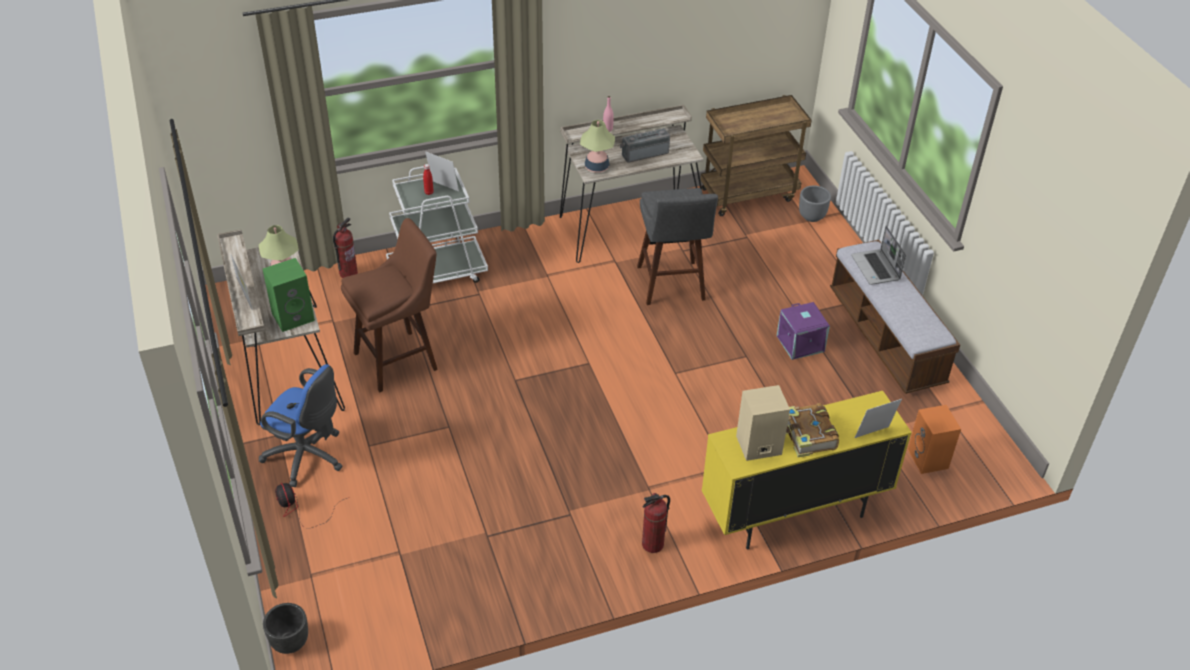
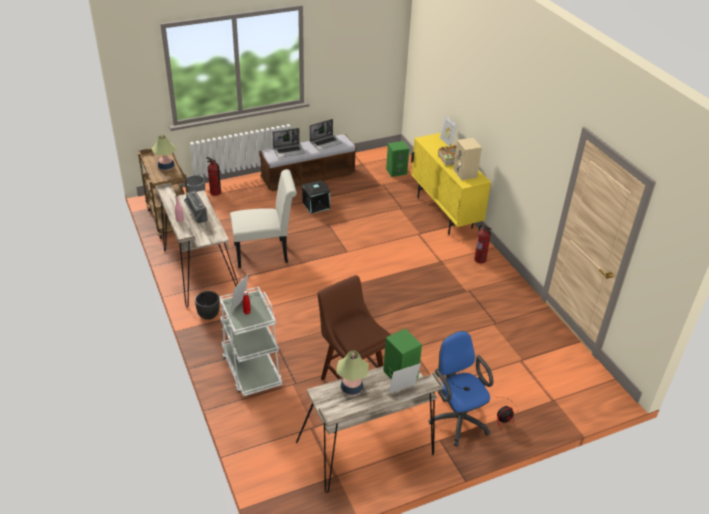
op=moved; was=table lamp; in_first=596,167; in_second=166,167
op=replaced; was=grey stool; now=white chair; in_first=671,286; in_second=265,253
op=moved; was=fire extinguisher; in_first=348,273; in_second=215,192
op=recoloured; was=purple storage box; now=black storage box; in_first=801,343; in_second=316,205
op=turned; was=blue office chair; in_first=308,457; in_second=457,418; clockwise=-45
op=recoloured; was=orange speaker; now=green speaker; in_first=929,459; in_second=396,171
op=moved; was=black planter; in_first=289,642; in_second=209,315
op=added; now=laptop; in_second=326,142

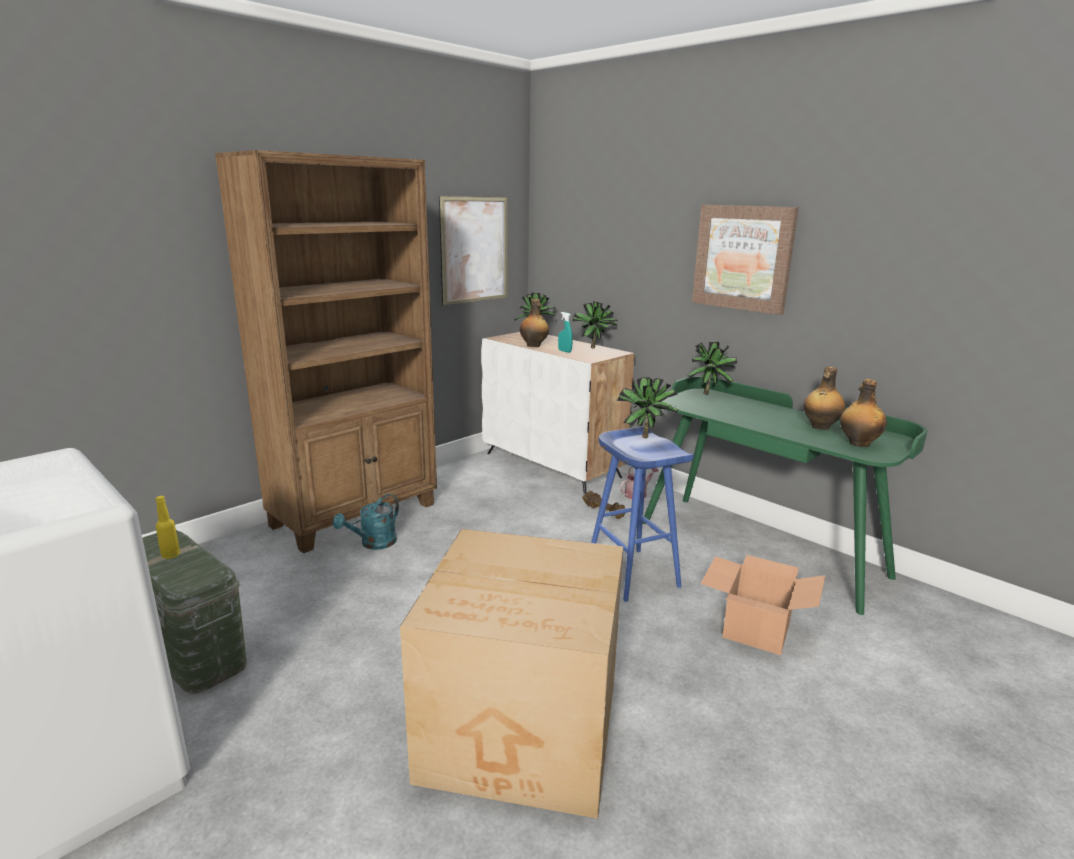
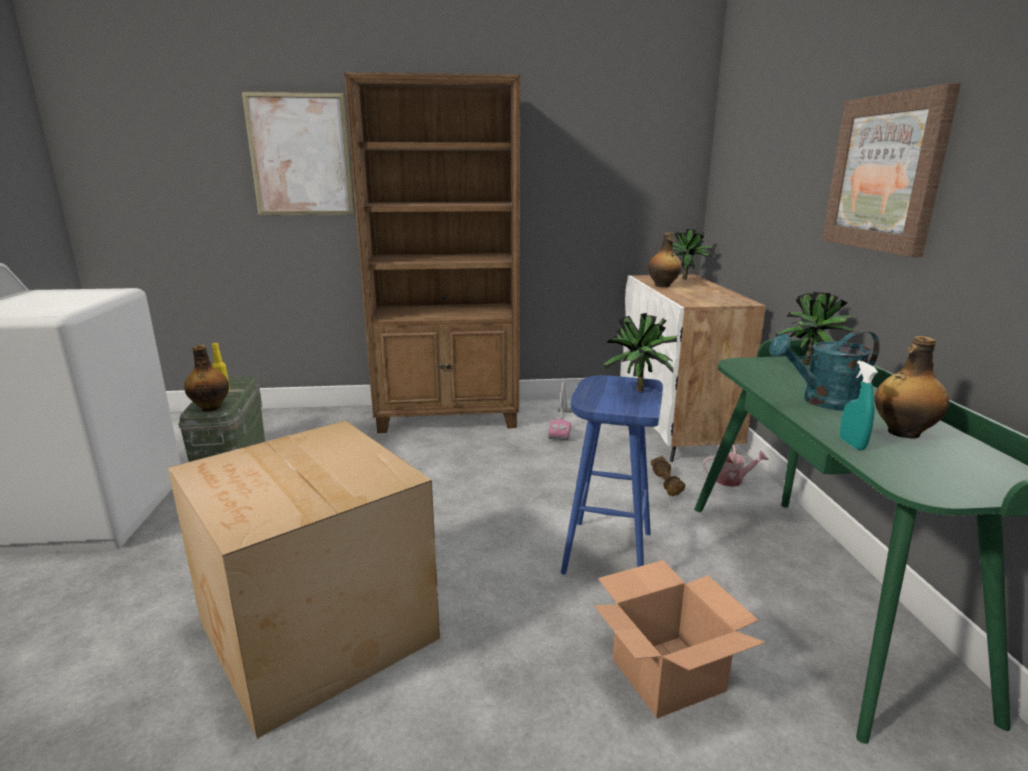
op=moved; was=picture; in_first=474,250; in_second=300,155
op=removed; was=potted plant; in_first=595,348
op=moved; was=turquoise spray bottle; in_first=564,351; in_second=852,444
op=moved; was=bottle; in_first=858,443; in_second=211,407
op=moved; was=turquoise watering can; in_first=373,544; in_second=822,402
op=added; now=vacuum cleaner; in_second=563,424

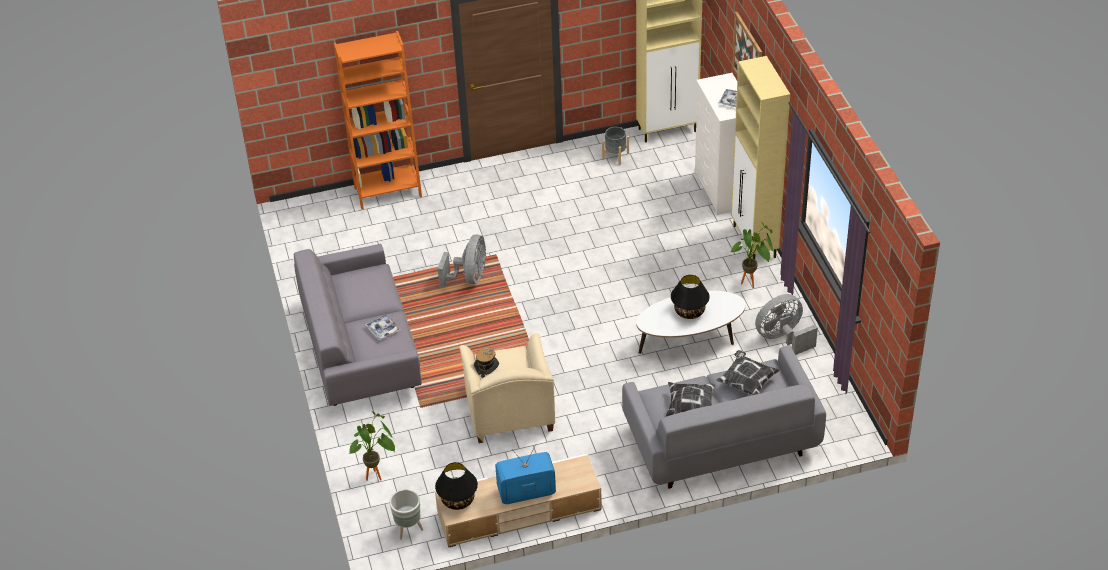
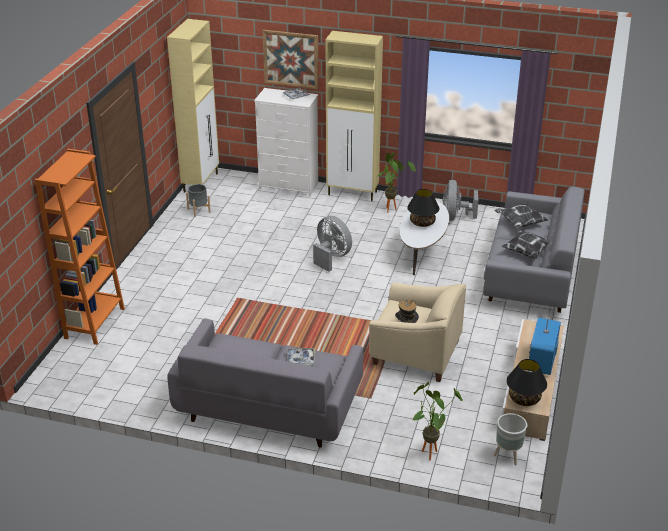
op=moved; was=grey fan; in_first=469,277; in_second=331,257

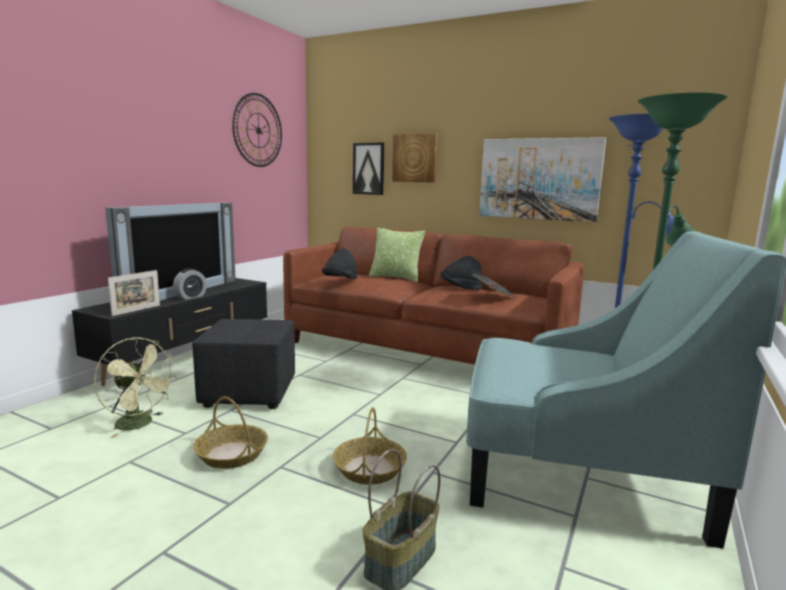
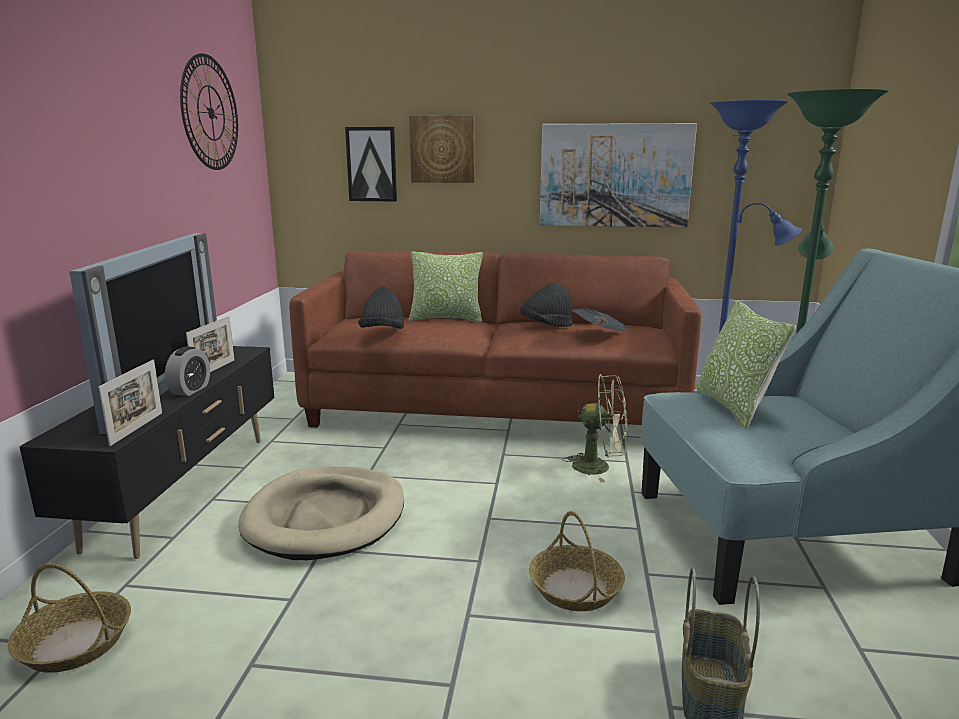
op=replaced; was=black ottoman; now=beige dog bed; in_first=250,393; in_second=326,517
op=moved; was=green fan; in_first=140,424; in_second=599,467
op=moved; was=basket; in_first=232,454; in_second=76,643
op=added; now=pillow; in_second=733,407
op=added; now=picture frame; in_second=214,370

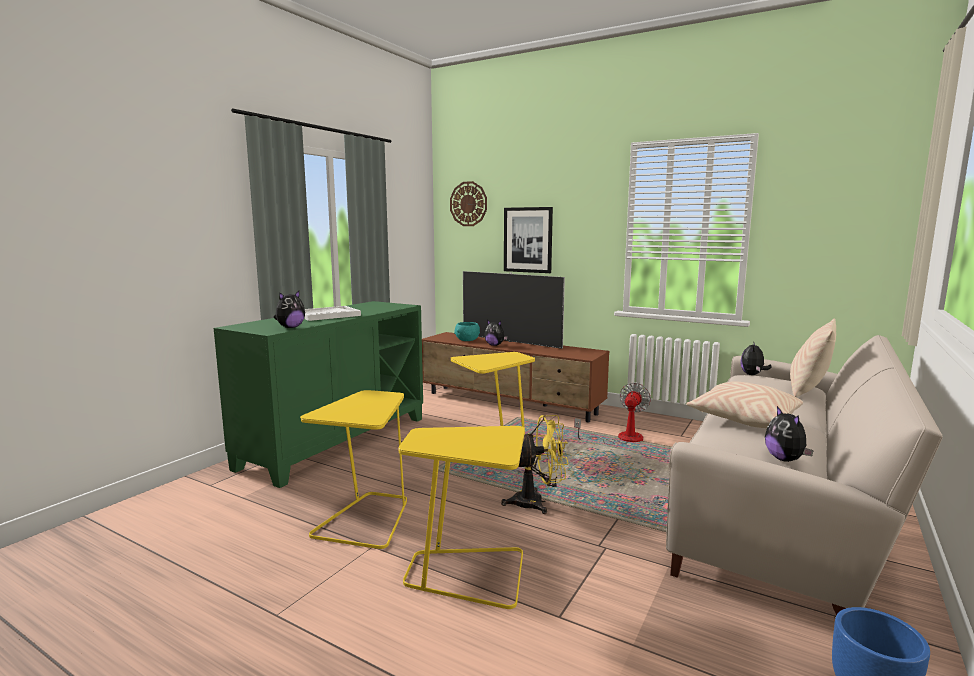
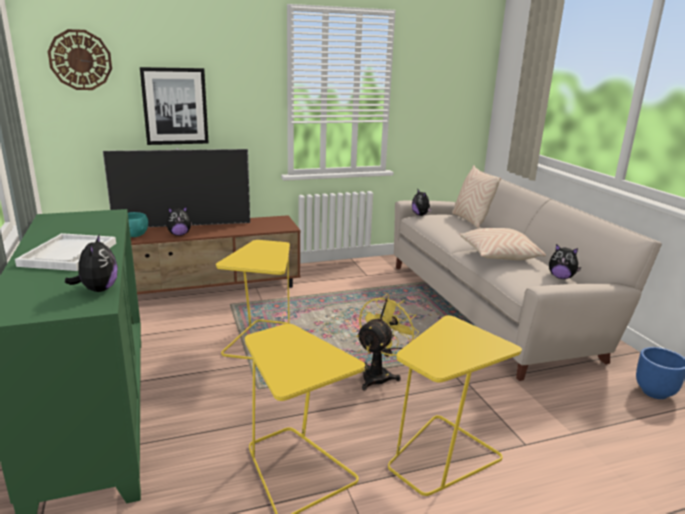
op=removed; was=fan; in_first=621,438

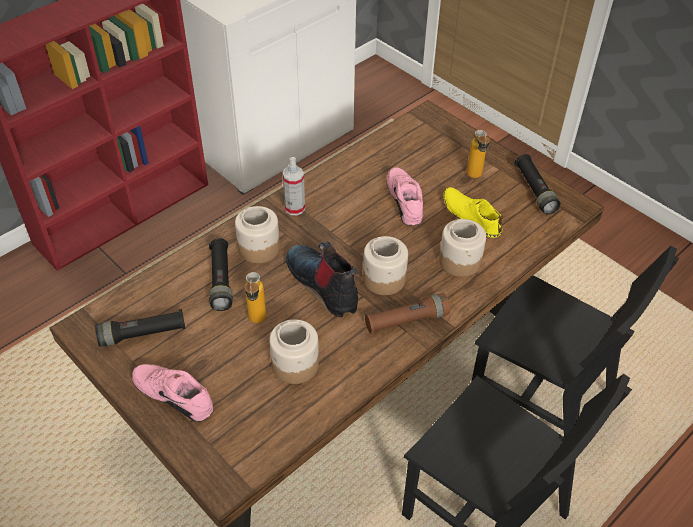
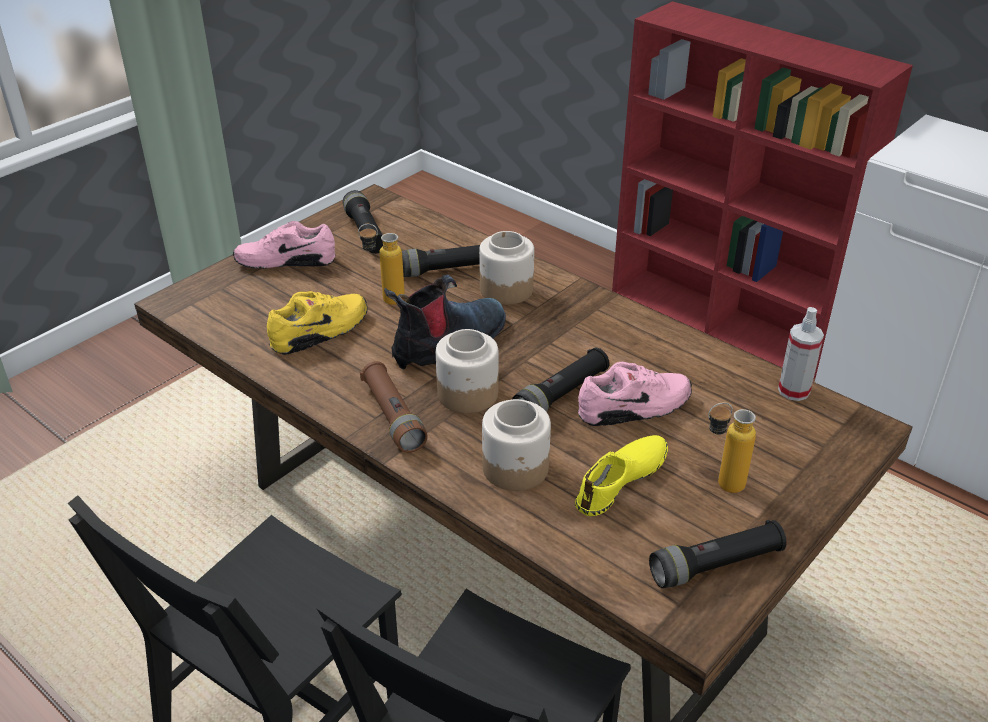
op=moved; was=spray bottle; in_first=295,208; in_second=793,391
op=replaced; was=jar; now=yellow shoe; in_first=295,365; in_second=321,332
op=turned; was=pink shoe; in_first=174,394; in_second=286,260; clockwise=-120
op=added; now=black flashlight; in_second=561,395

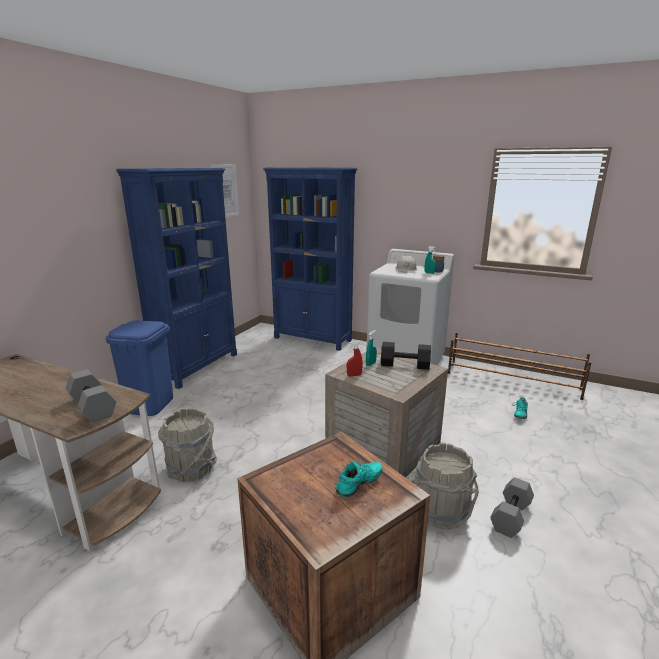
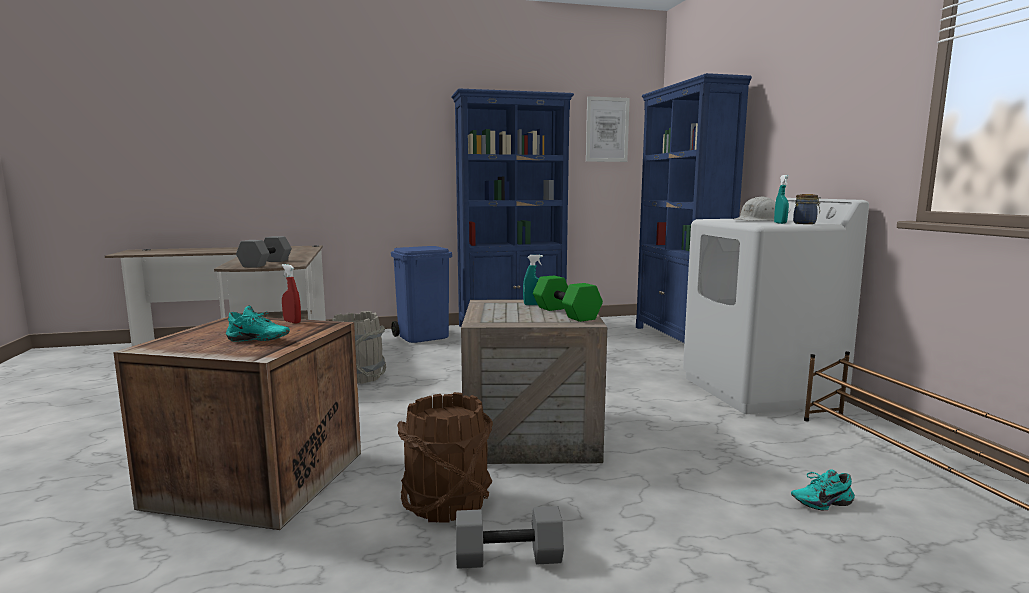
op=moved; was=red spray bottle; in_first=354,375; in_second=292,322
op=recoloured; was=black dumbbell; now=green dumbbell; in_first=404,365; in_second=564,313
op=recoloured; was=grey bucket; now=brown bucket; in_first=441,512; in_second=447,503

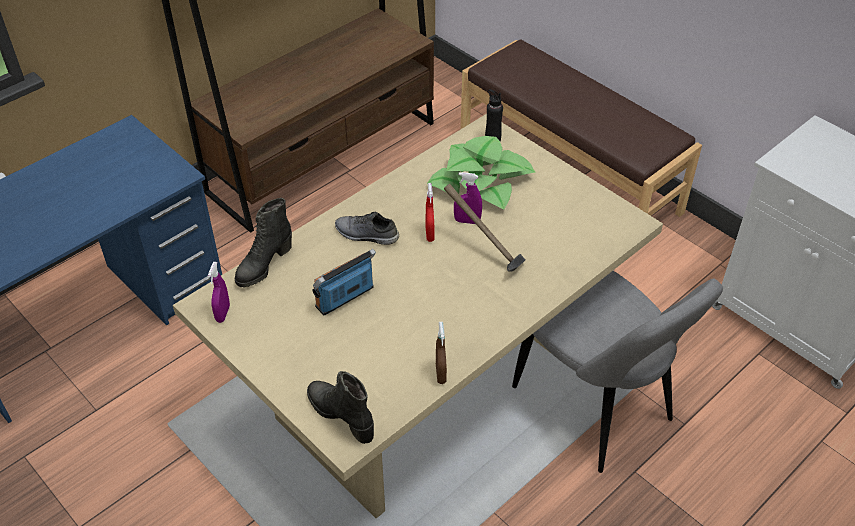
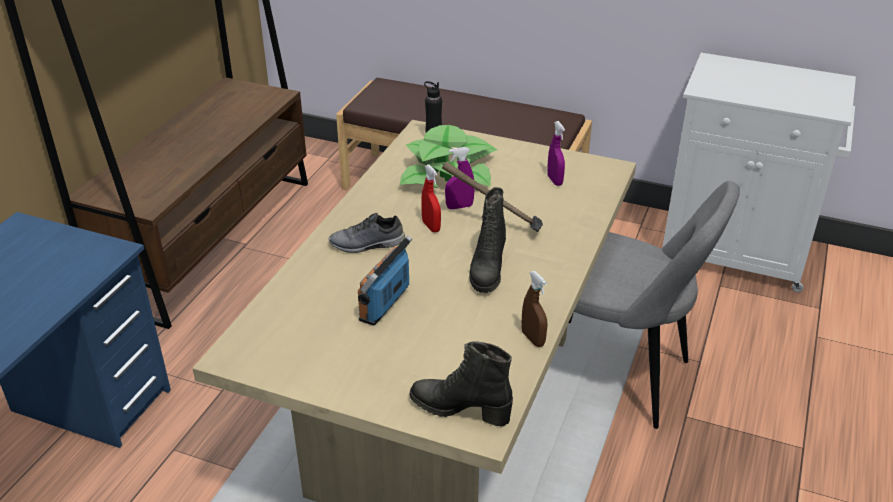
op=moved; was=black boot; in_first=264,265; in_second=487,270
op=moved; was=purple spray bottle; in_first=223,314; in_second=554,180

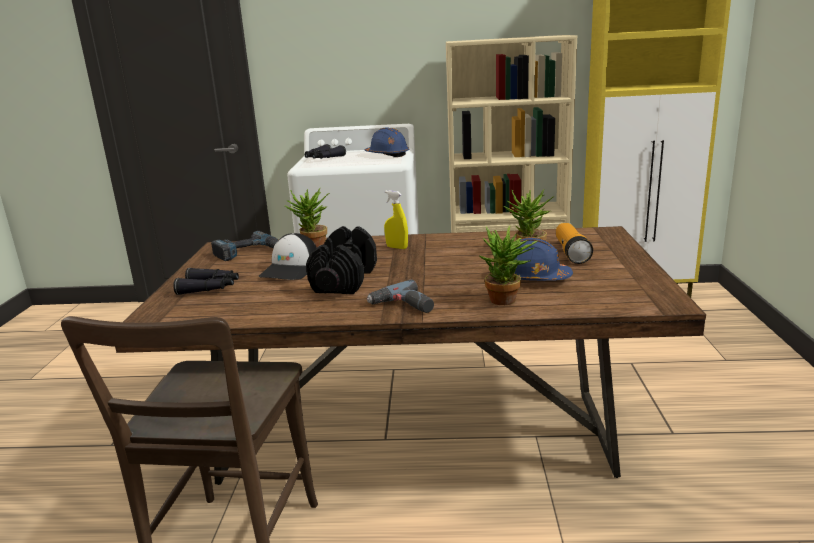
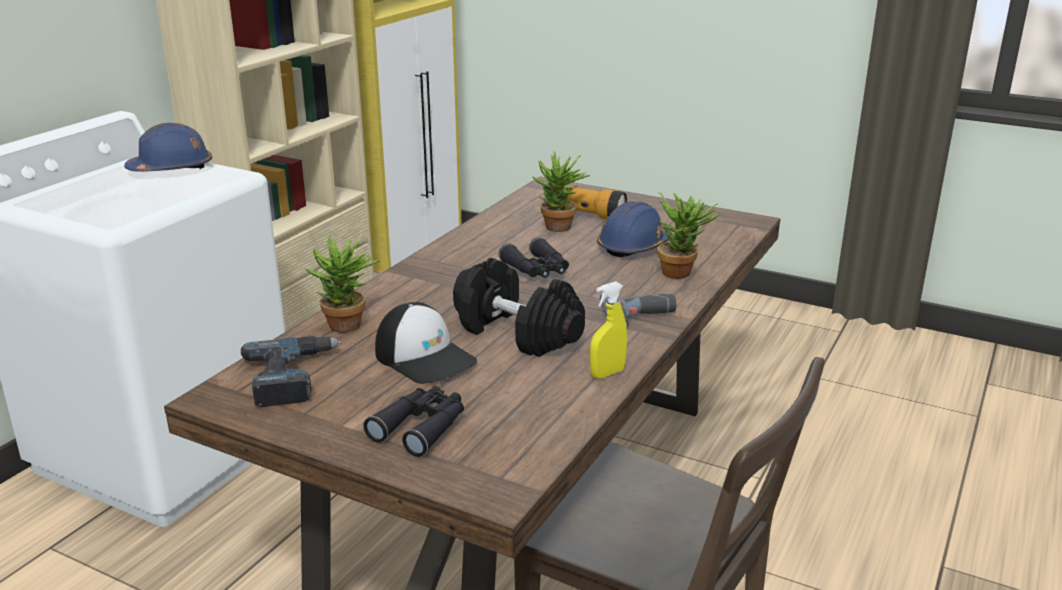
op=moved; was=black binoculars; in_first=323,158; in_second=537,270
op=moved; was=yellow spray bottle; in_first=397,247; in_second=607,373

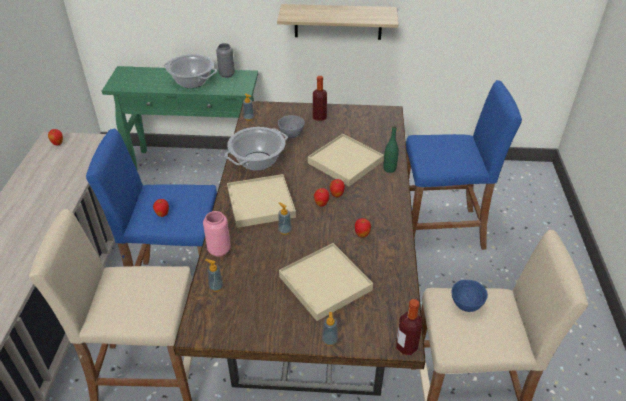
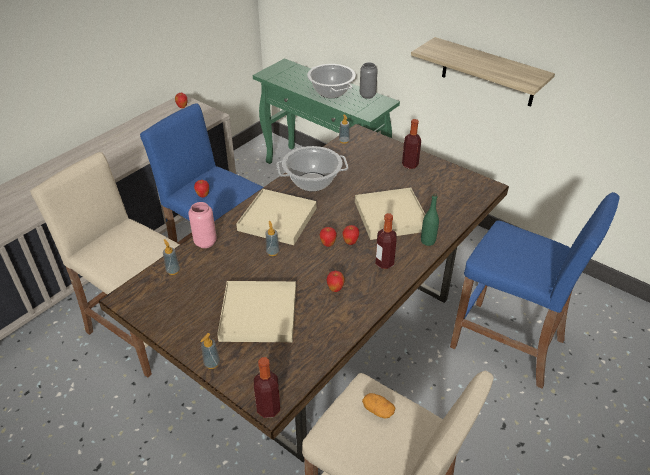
op=removed; was=grey bowl; in_first=291,135
op=replaced; was=blue bowl; now=potato; in_first=466,306; in_second=378,410
op=added; now=bottle; in_second=384,263

